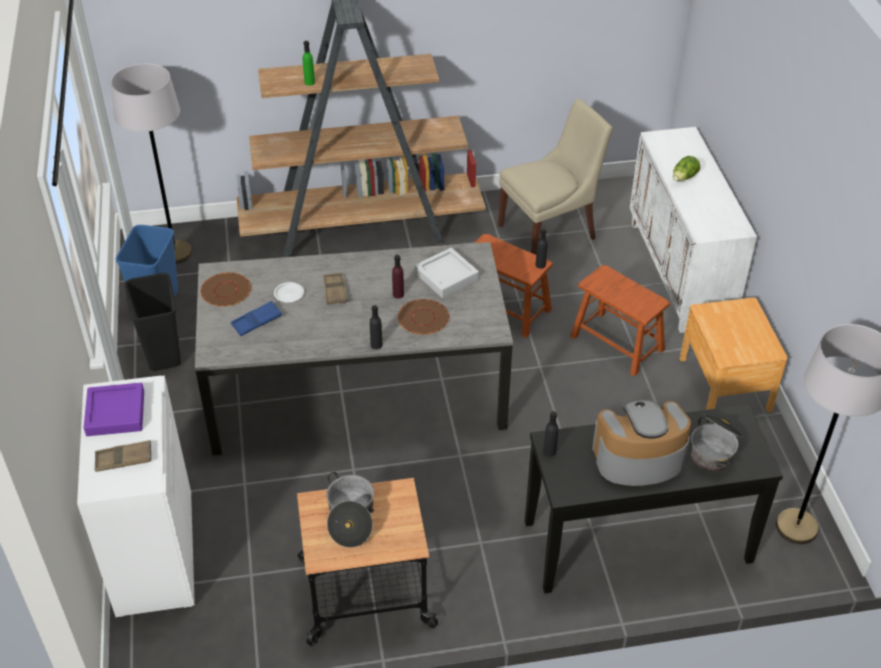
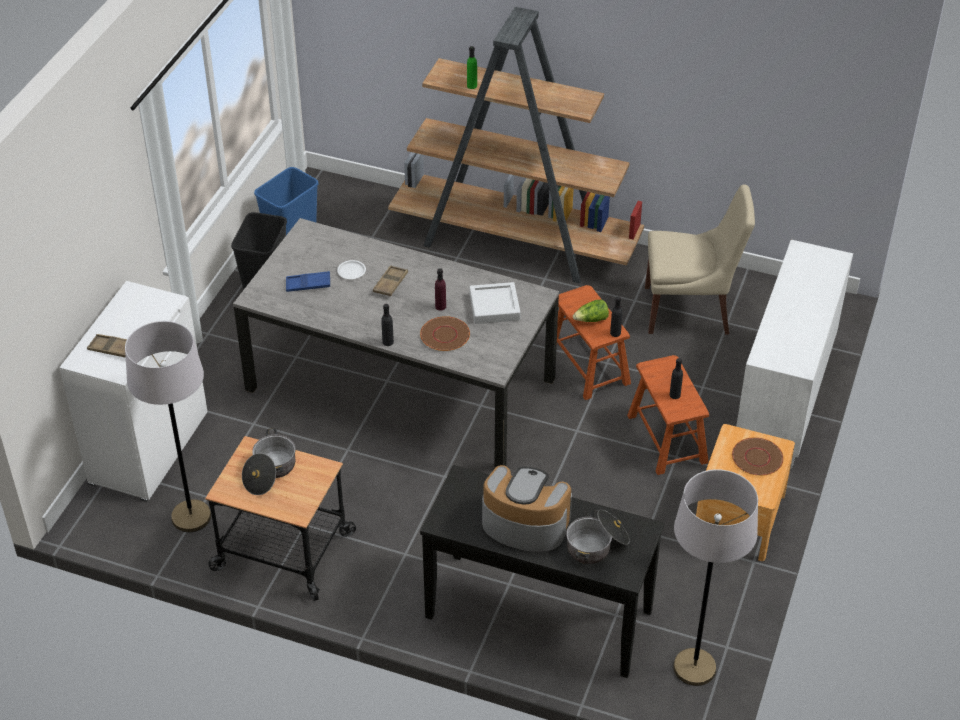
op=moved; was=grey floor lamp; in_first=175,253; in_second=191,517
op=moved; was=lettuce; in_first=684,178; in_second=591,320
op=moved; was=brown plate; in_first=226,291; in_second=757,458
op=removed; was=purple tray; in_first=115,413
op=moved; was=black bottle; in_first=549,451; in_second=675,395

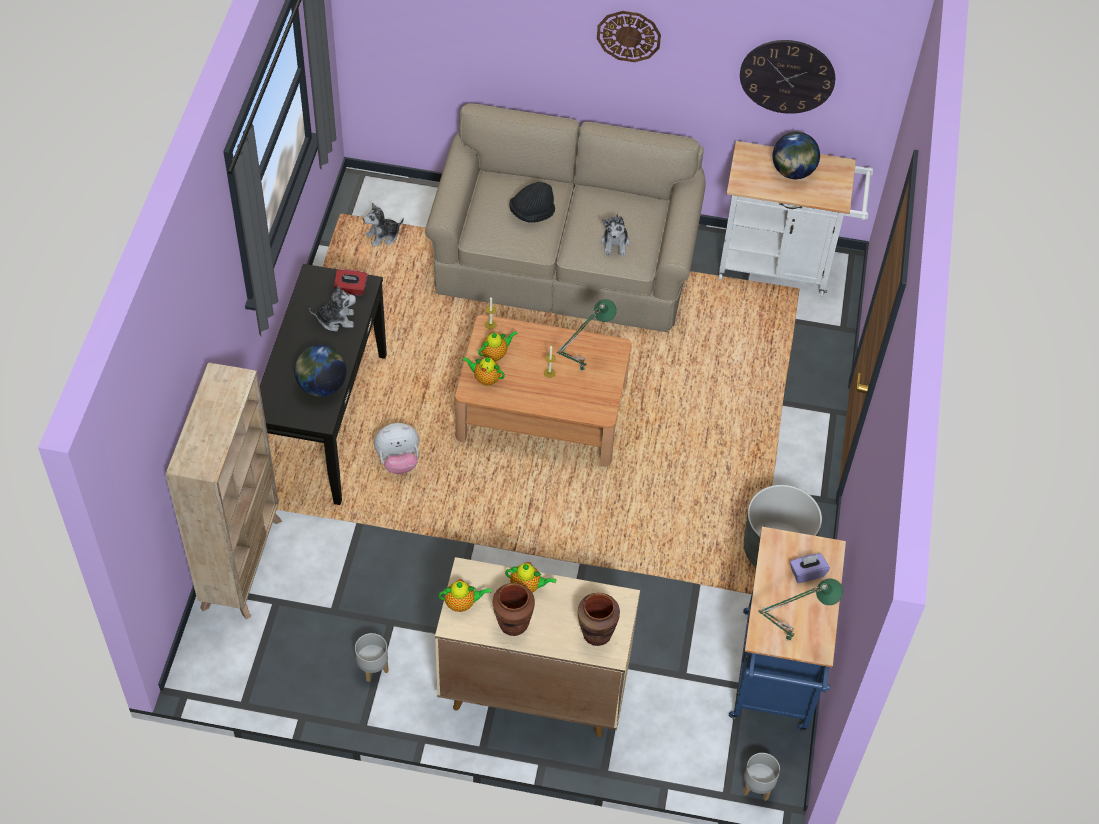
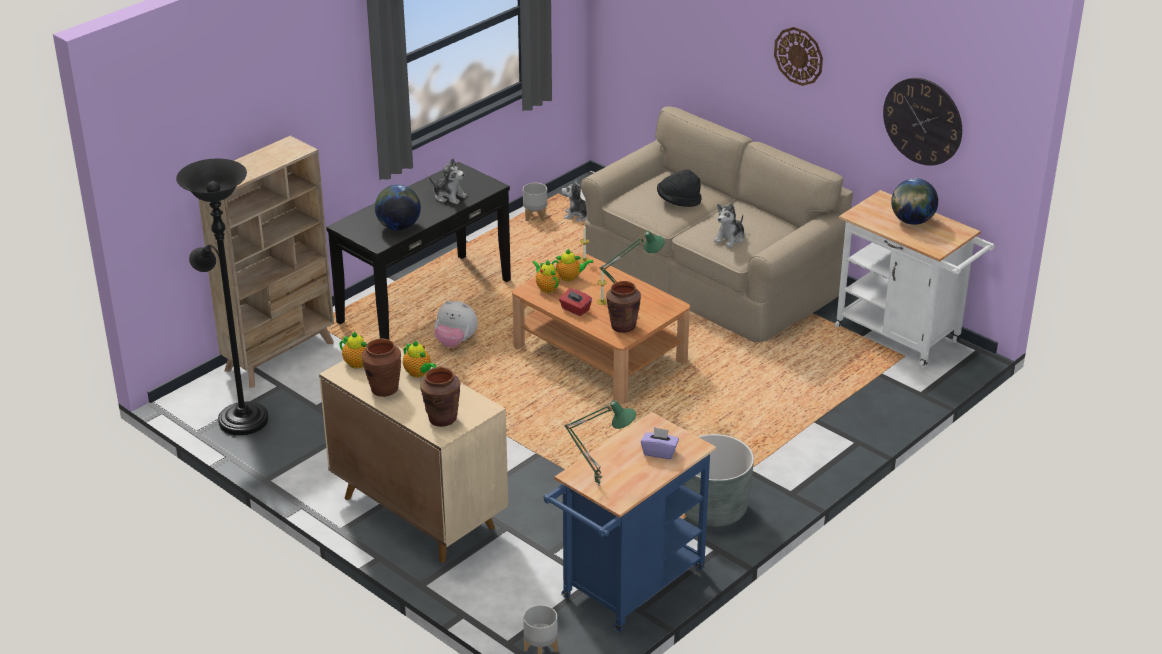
op=moved; was=red tissue box; in_first=351,289; in_second=575,309
op=moved; was=grey planter; in_first=372,668; in_second=535,217
op=added; now=black floor lamp; in_second=240,417
op=added; now=brown vase; in_second=623,326

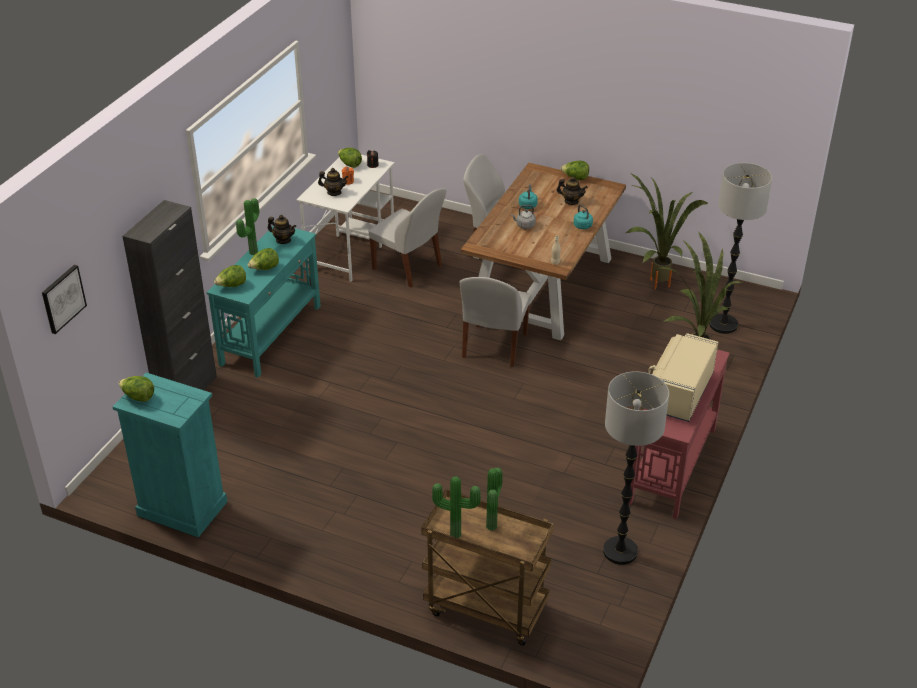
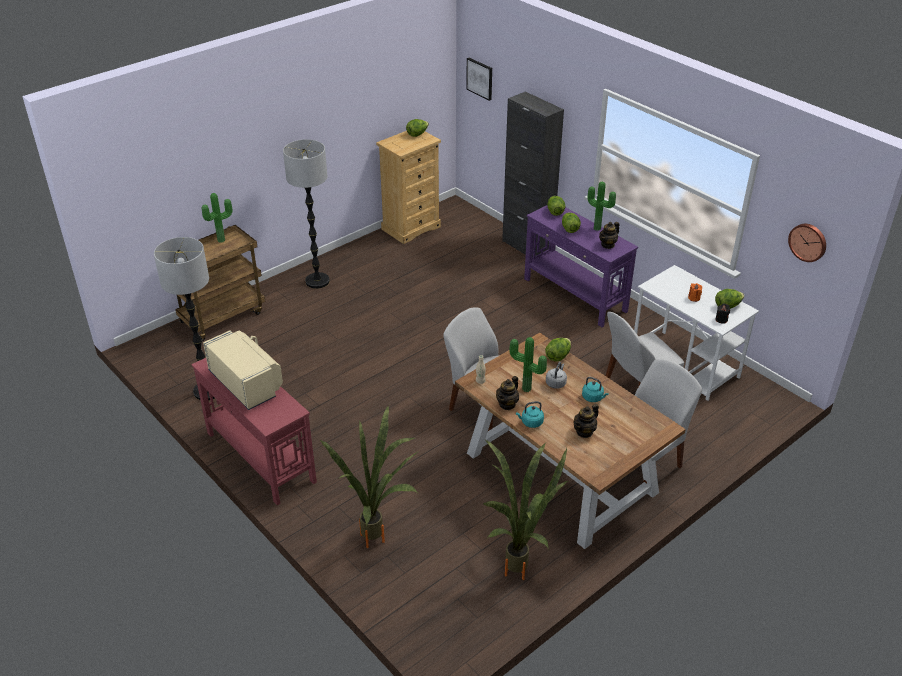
op=moved; was=lettuce; in_first=575,178; in_second=558,356
op=moved; was=floor lamp; in_first=723,324; in_second=317,281
op=moved; was=teapot; in_first=334,192; in_second=507,404
op=recoloured; was=turquoise console table; now=purple console table; in_first=272,335; in_second=575,295
op=recoloured; was=turquoise dresser; now=beige dresser; in_first=181,508; in_second=411,227
op=moved; was=potted plant; in_first=493,526; in_second=525,390
op=added; now=wall clock; in_second=808,242

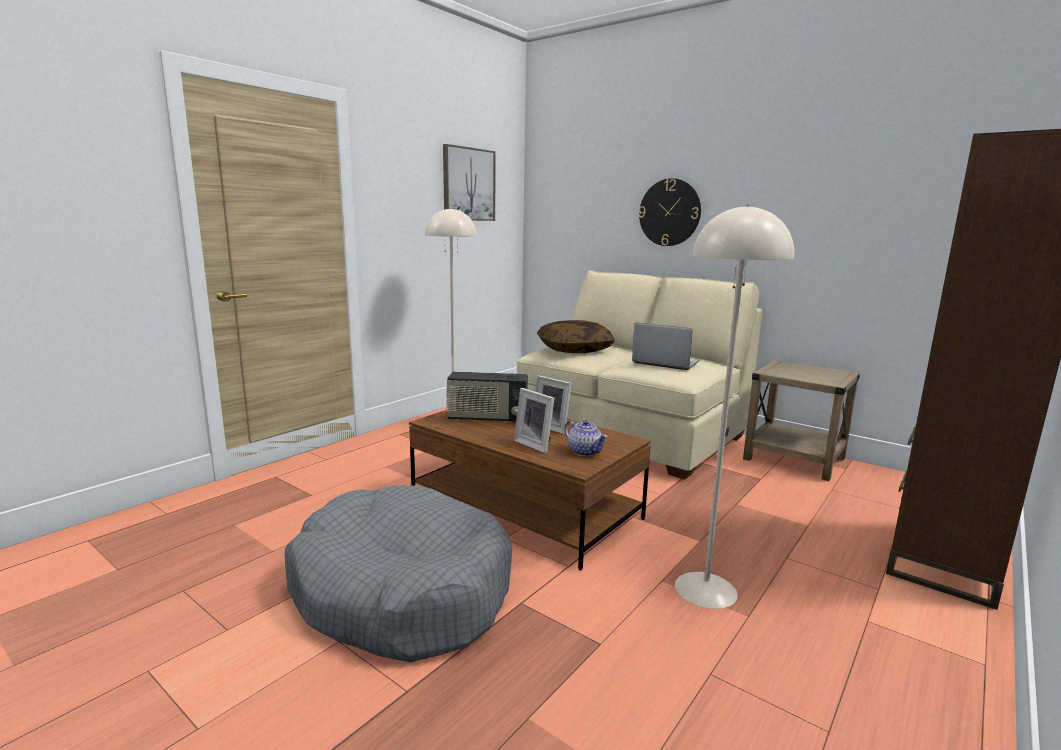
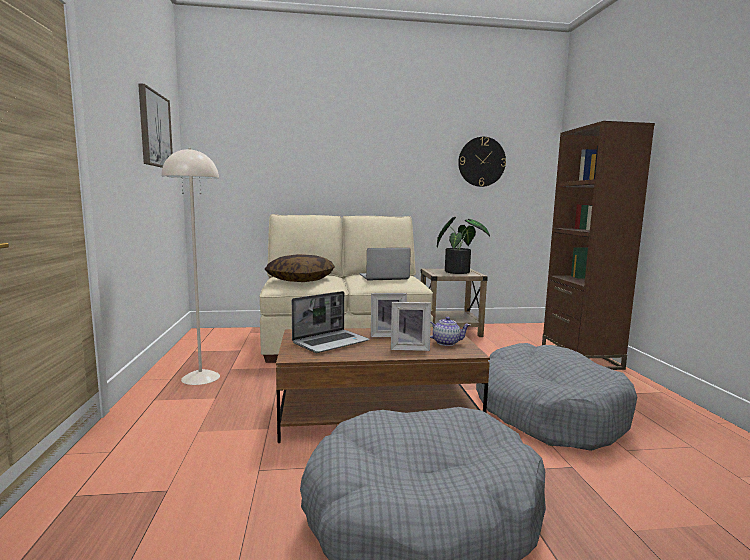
op=moved; was=wall clock; in_first=669,212; in_second=481,162
op=replaced; was=beige floor lamp; now=grey dog bed; in_first=706,590; in_second=547,411
op=replaced; was=radio; now=laptop; in_first=487,418; in_second=331,342
op=added; now=potted plant; in_second=459,272

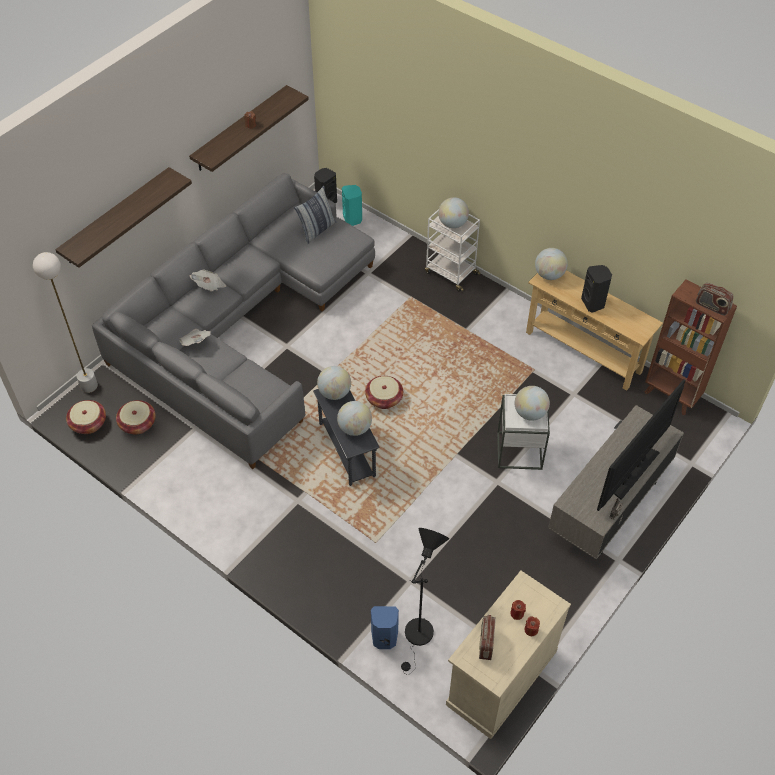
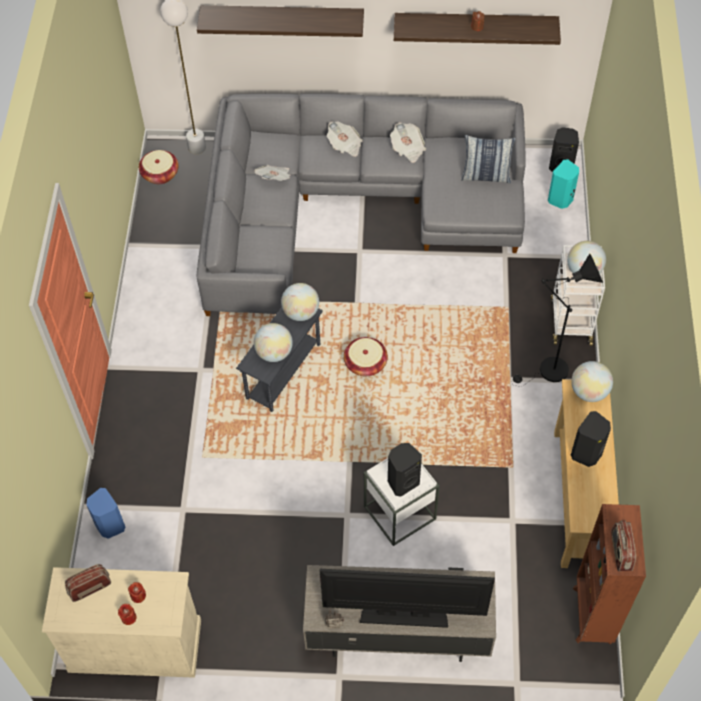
op=replaced; was=globe; now=black speaker; in_first=530,413; in_second=402,481
op=removed; was=basket; in_first=138,423
op=moved; was=black floor lamp; in_first=418,637; in_second=548,372
op=added; now=newspaper; in_second=408,149

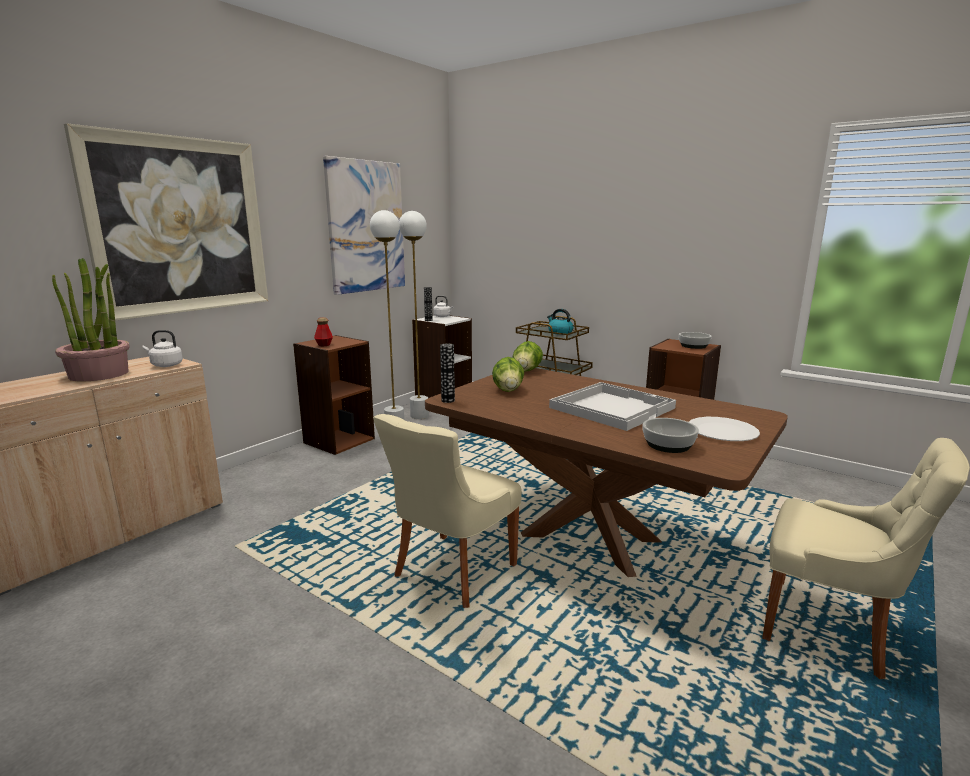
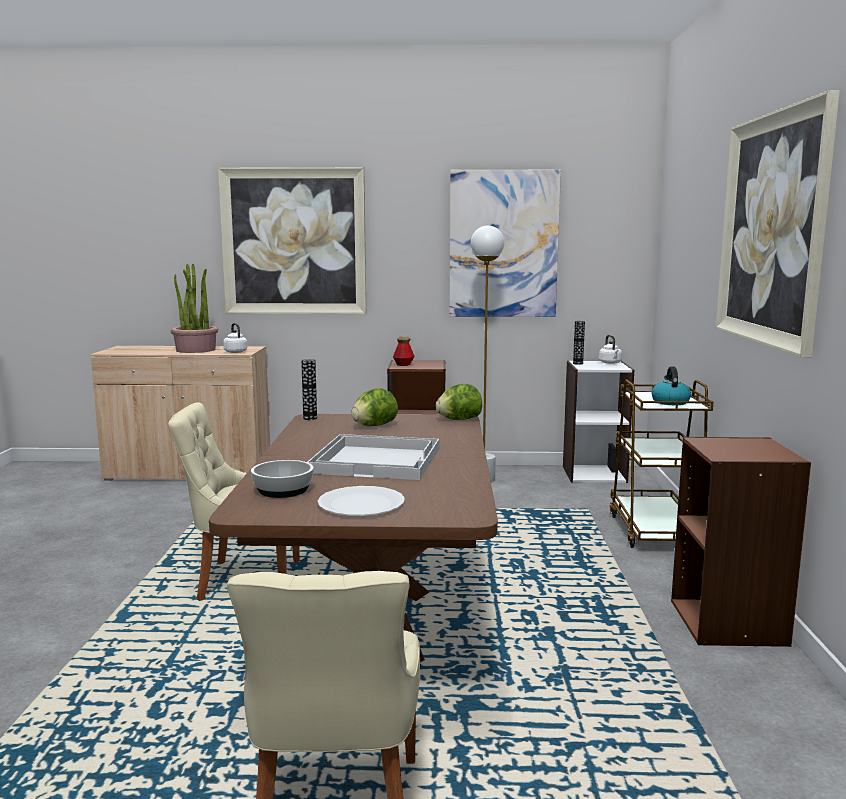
op=removed; was=white floor lamp; in_first=419,416
op=removed; was=bowl; in_first=693,346
op=added; now=picture; in_second=772,229

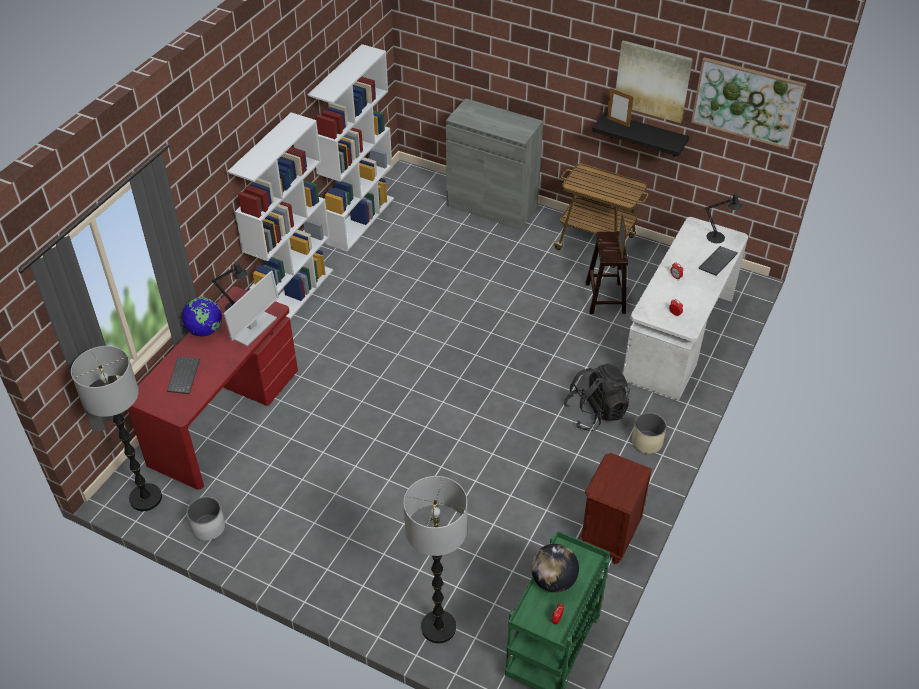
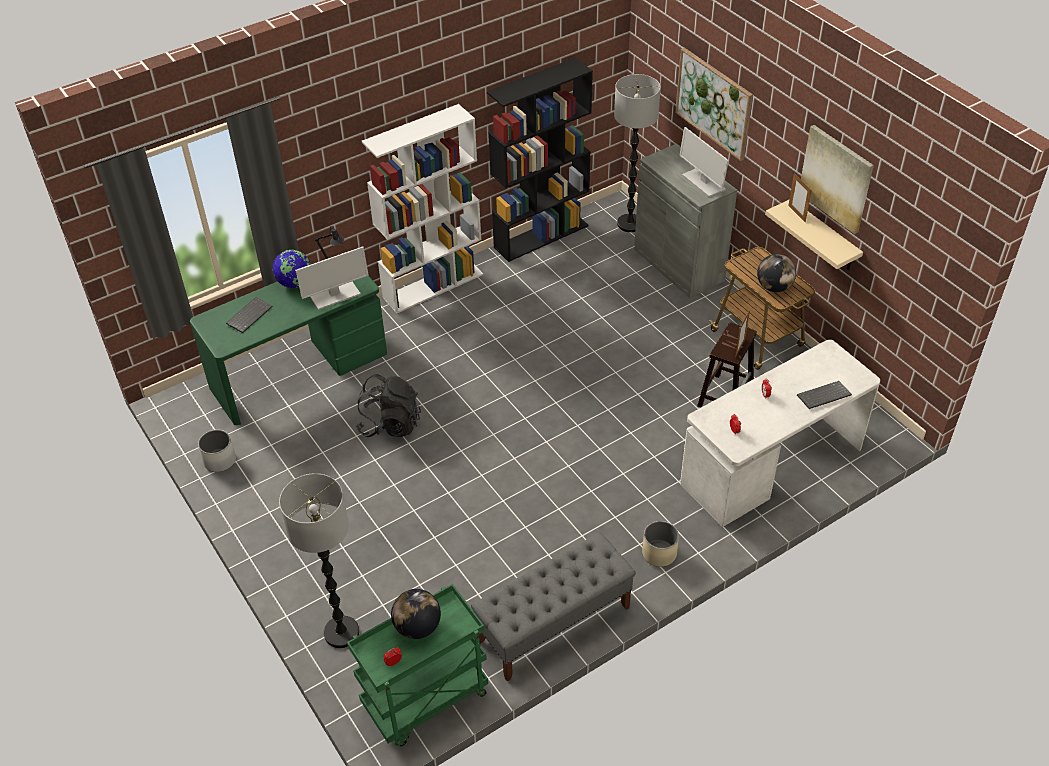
op=recoloured; was=white bookcase; now=black bookcase; in_first=359,220; in_second=541,236
op=moved; was=picture; in_first=747,102; in_second=714,103
op=recoloured; was=black shelf; now=beige shelf; in_first=644,135; in_second=823,236
op=removed; was=black table lamp; in_first=718,238
op=recoloured; was=red desk; now=green desk; in_first=224,416; in_second=299,370
op=moved; was=floor lamp; in_first=145,498; in_second=629,224
op=moved; was=black backpack; in_first=596,412; in_second=390,424
op=replaced; was=brown nightstand; now=grey bench; in_first=608,536; in_second=553,625
op=added; now=monitor; in_second=703,182
op=added; now=globe; in_second=774,287

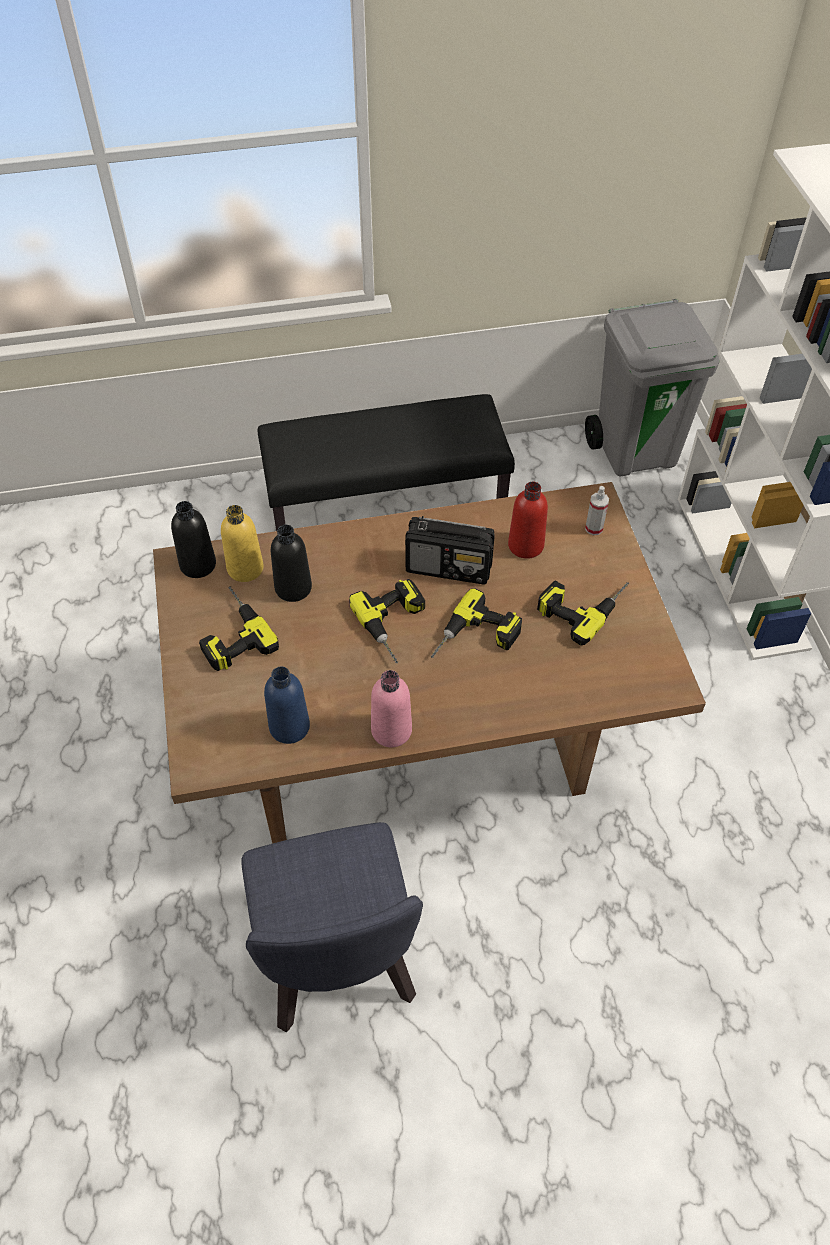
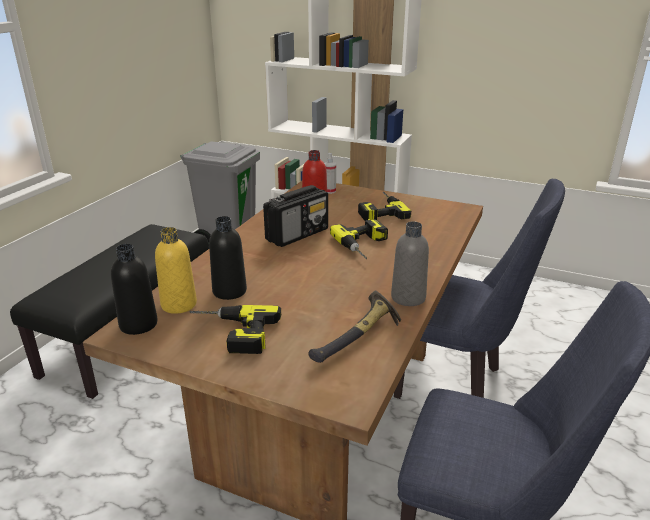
op=removed; was=power drill; in_first=397,625
op=replaced; was=blue bottle; now=hammer; in_first=289,727; in_second=359,338
op=recoloured; was=pink bottle; now=grey bottle; in_first=391,730; in_second=408,297
op=added; now=blue chair; in_second=458,385

